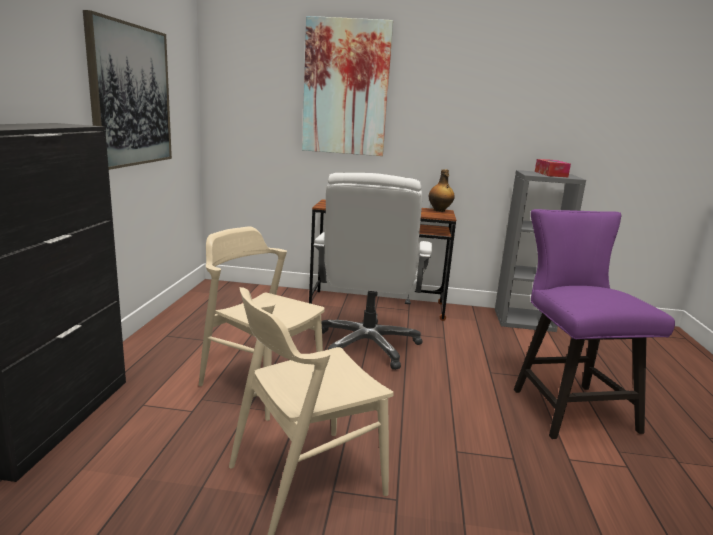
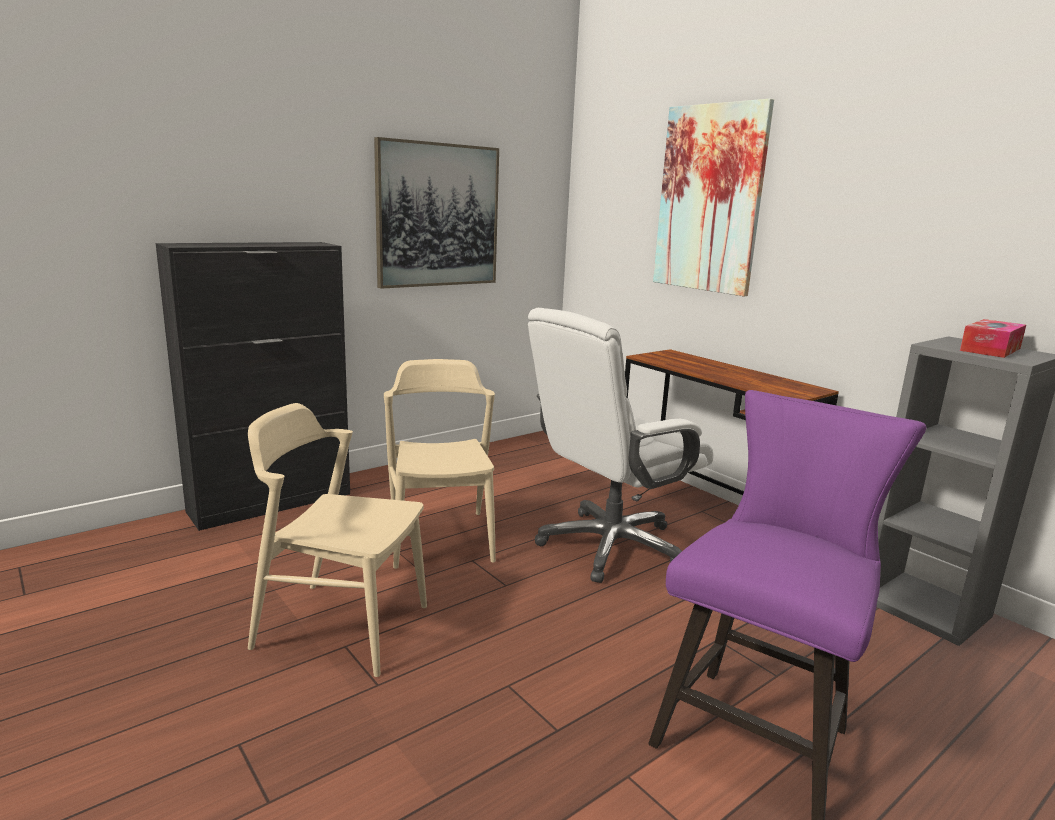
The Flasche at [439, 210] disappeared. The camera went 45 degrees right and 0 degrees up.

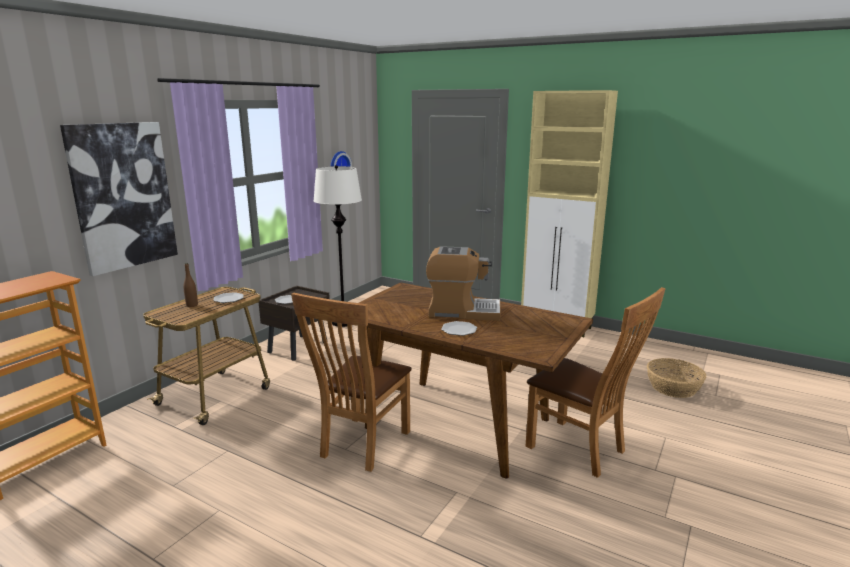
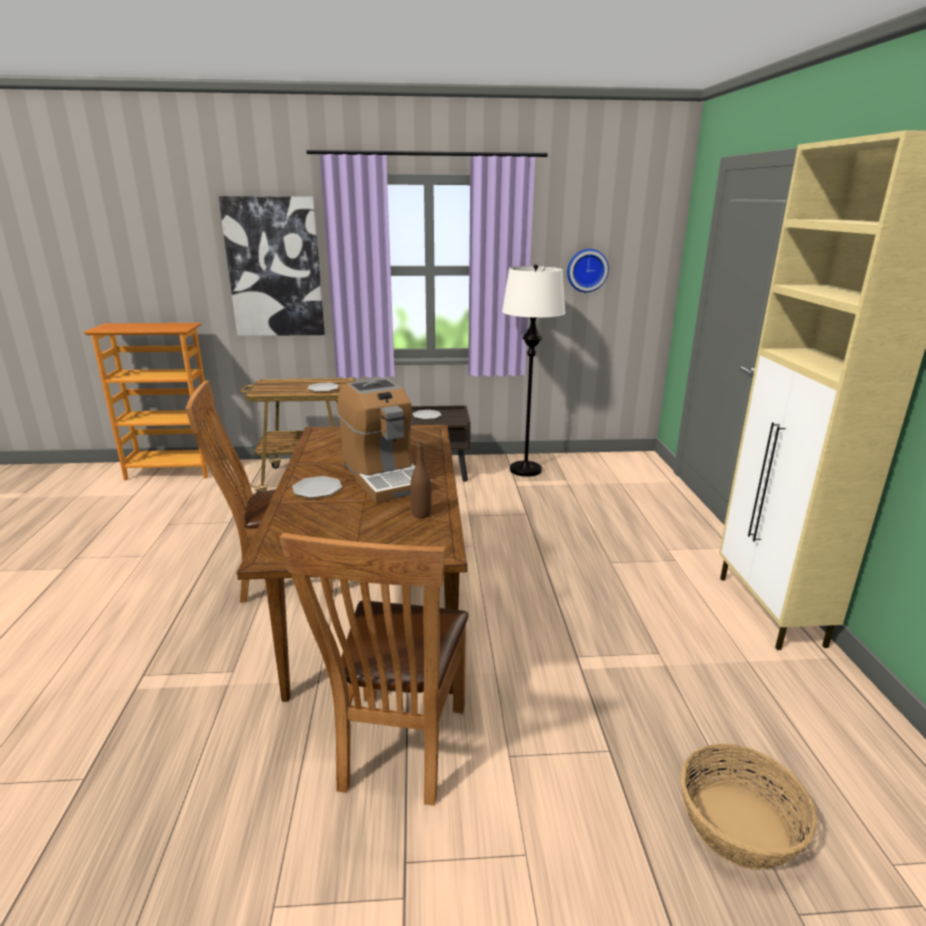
The Flasche (braun) moved from [192, 305] to [421, 514]. The camera went 55 degrees right and 5 degrees up.

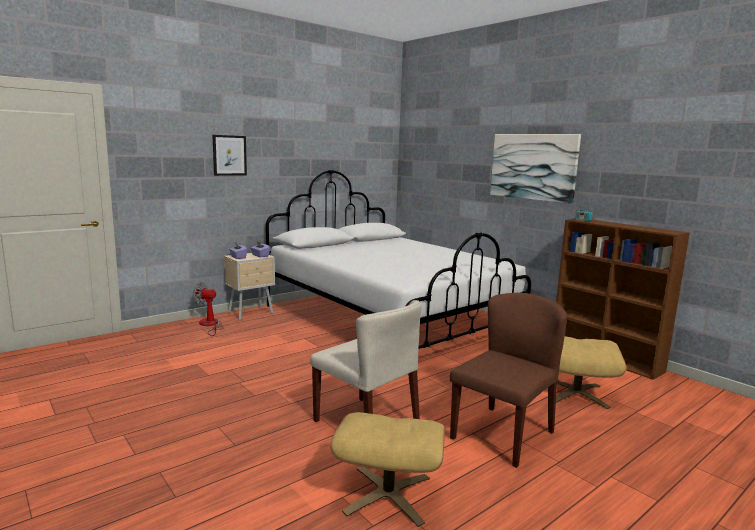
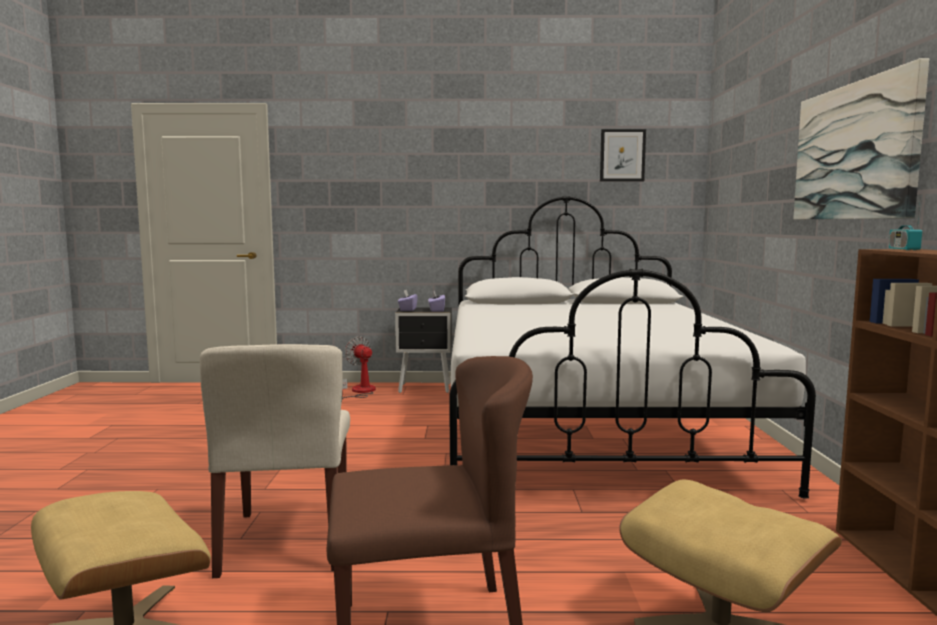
The Bild moved from [229, 155] to [622, 155]. The Nachttisch (beige) at [252, 313] became the Nachttisch (schwarz) at [426, 388]. The camera went 40 degrees right and 5 degrees down.

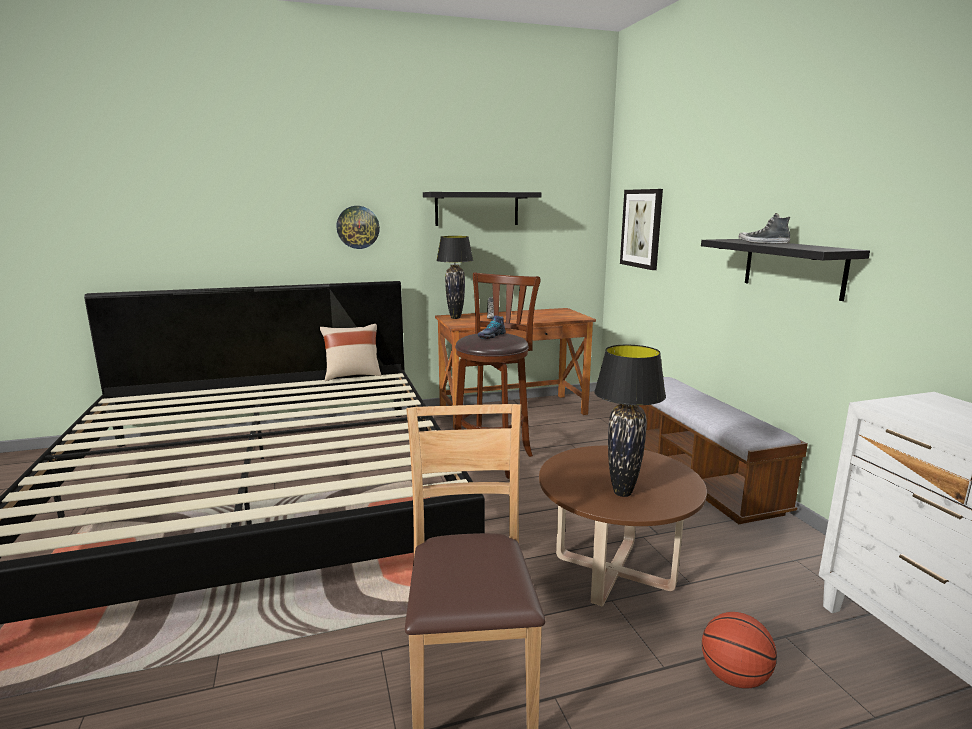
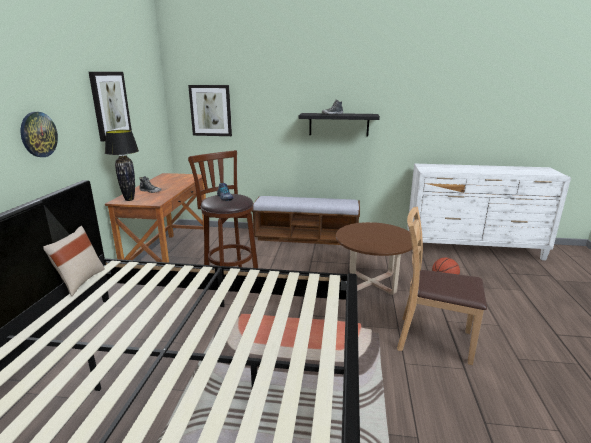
The Tischlampe (schwarz) at [623, 493] disappeared. The Wandregal (schwarz) at [477, 209] was replaced by the Bild at [110, 105]. The camera went 65 degrees left and 5 degrees up.

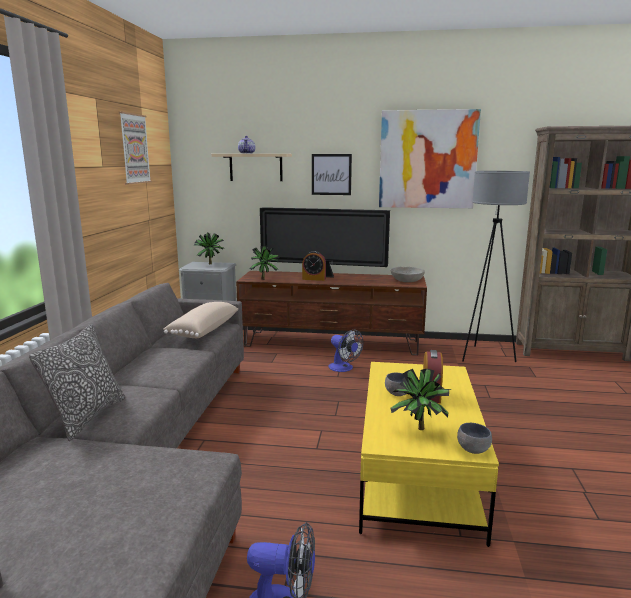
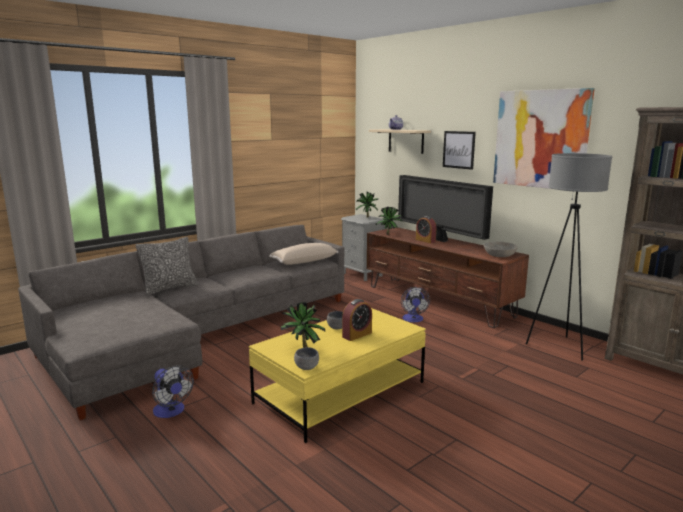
The Bild at [134, 149] disappeared. The camera went 40 degrees right and 0 degrees up.

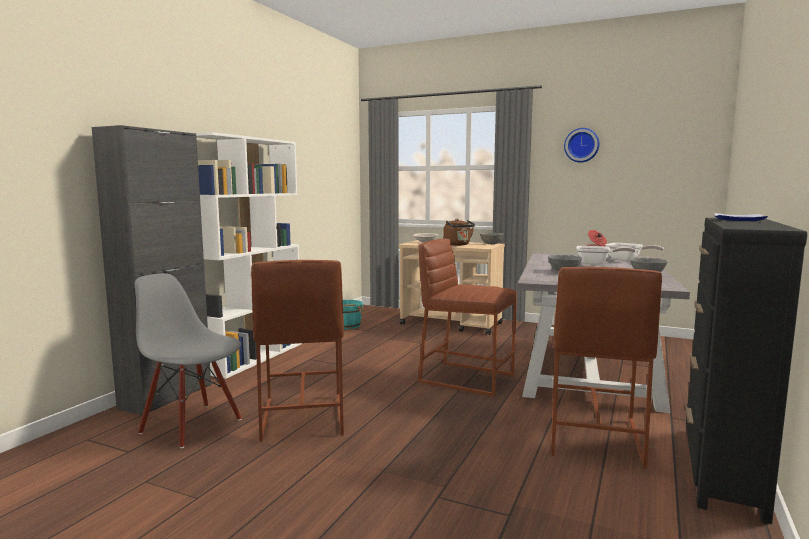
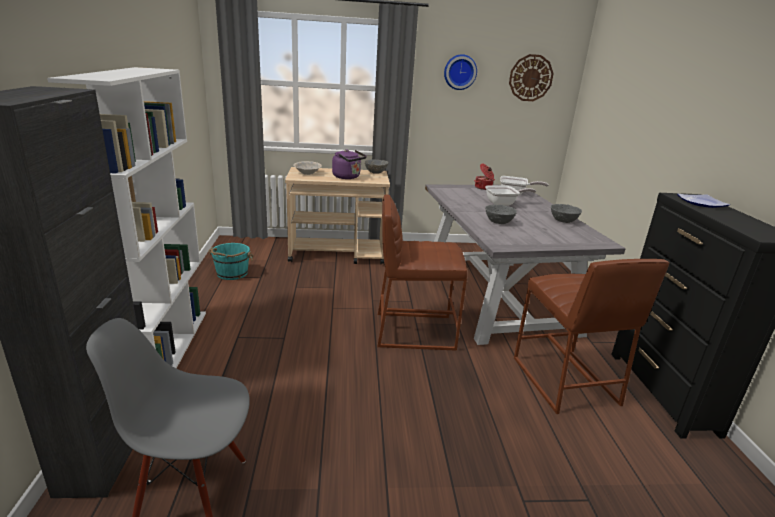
The Hocker (braun) at [302, 417] disappeared. The Wanduhr at [530, 78] appeared. The Wasserkessel (braun) at [458, 245] became the Wasserkessel (lila) at [348, 177]. The camera went 30 degrees left and 15 degrees up.

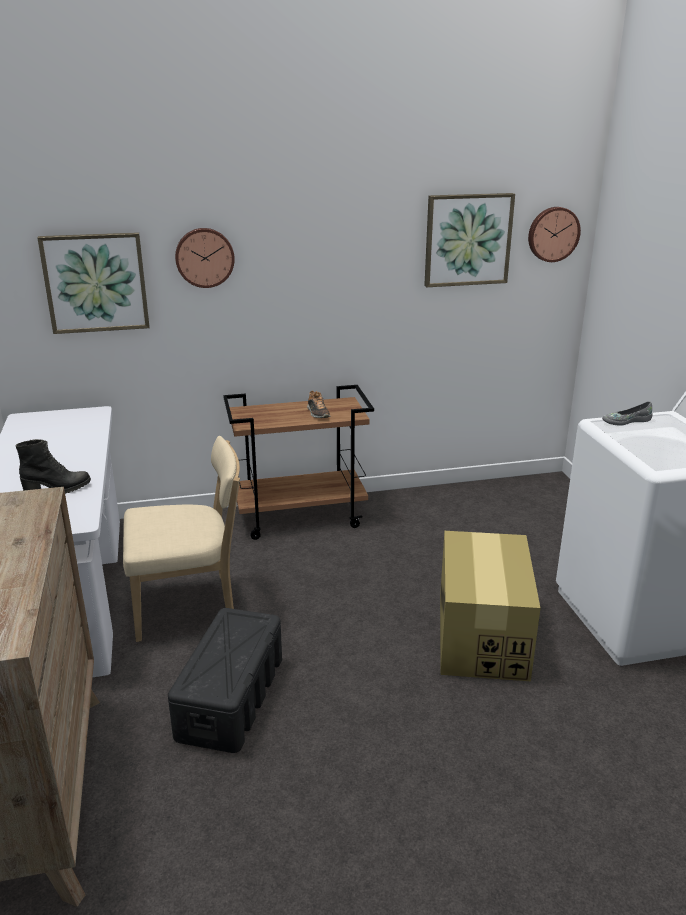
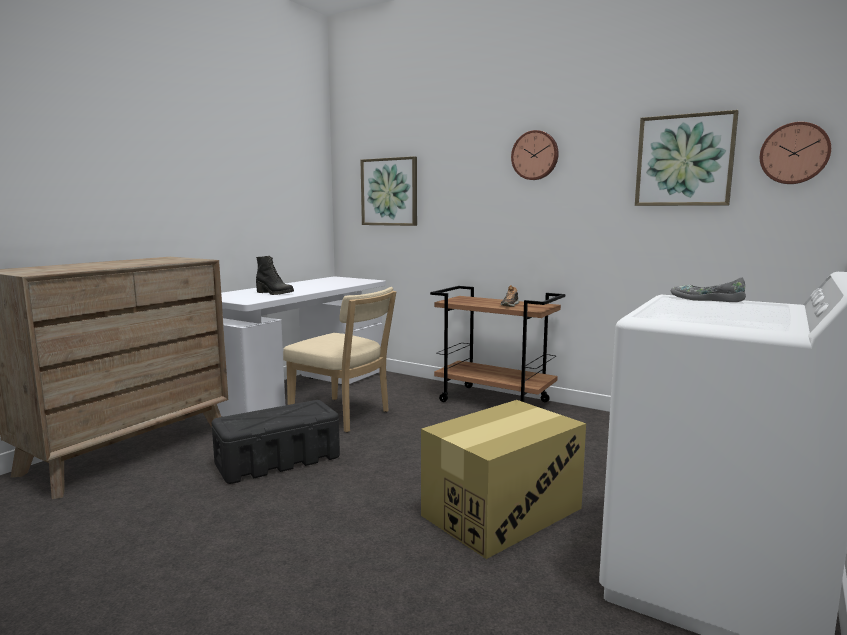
The Wanduhr moved from [204, 257] to [535, 155]. The camera went 45 degrees right and 15 degrees down.

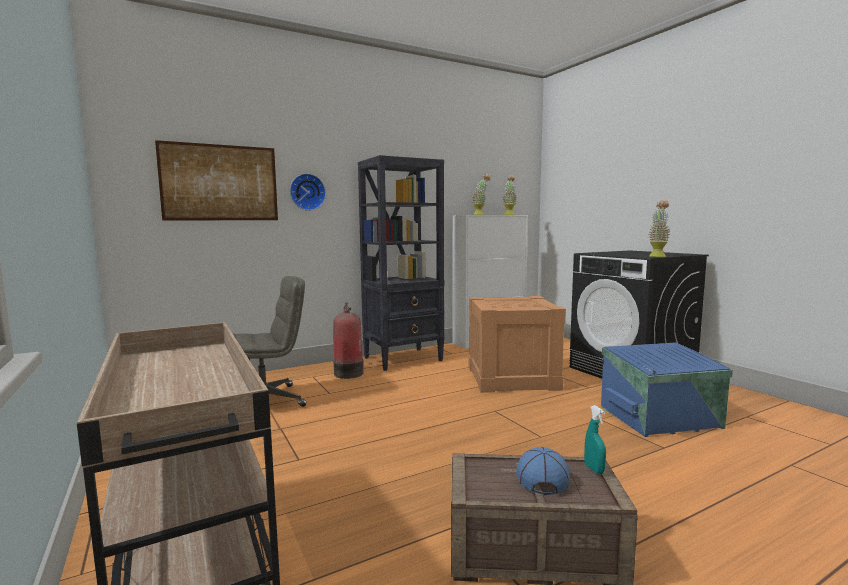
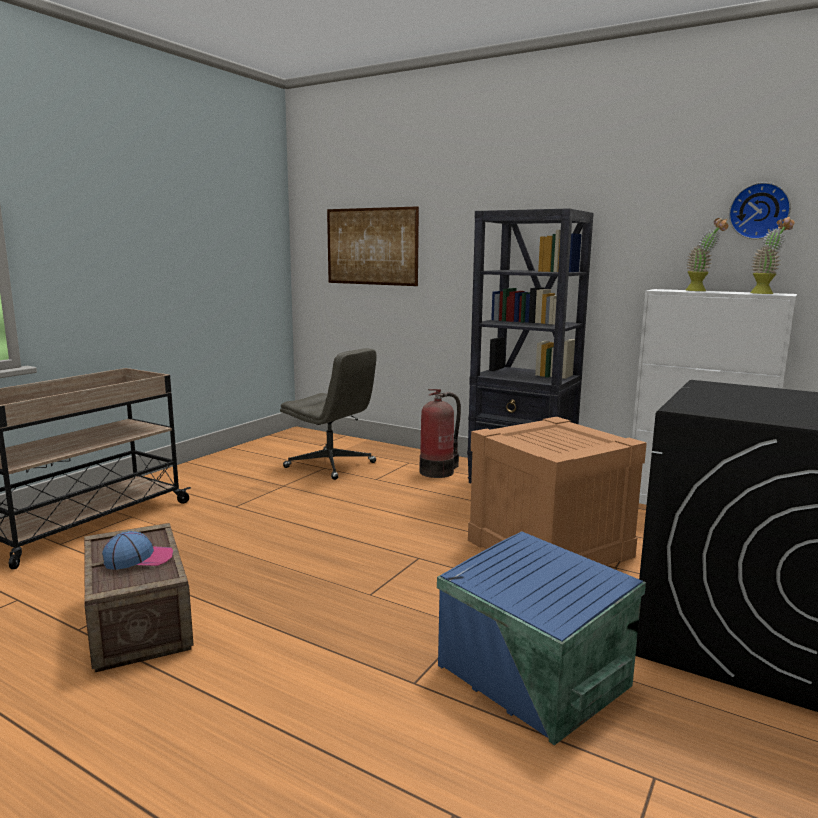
The Sprühflasche (türkis) at [594, 469] disappeared. The Topfpflanze at [657, 256] disappeared. The Wanduhr moved from [307, 192] to [759, 211]. The camera went 60 degrees right and 5 degrees up.

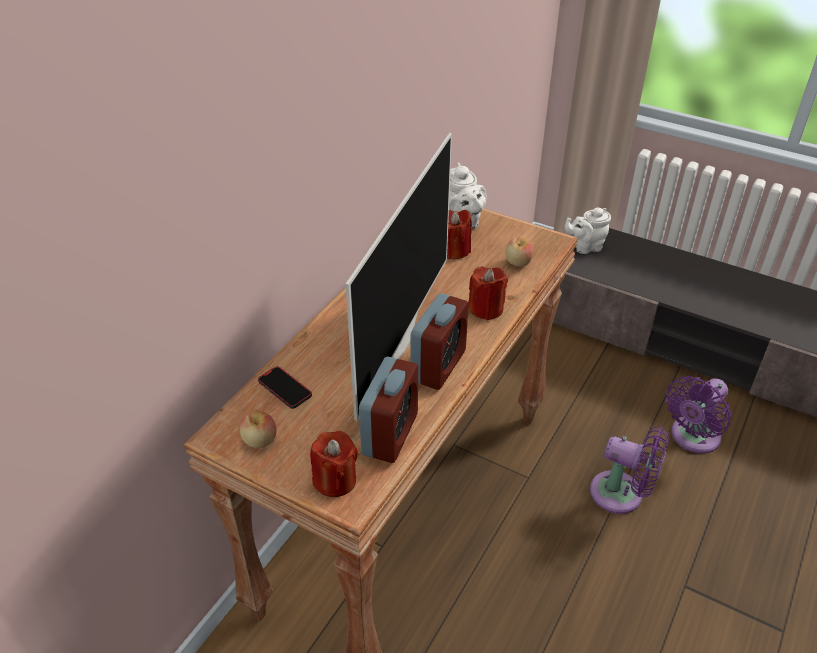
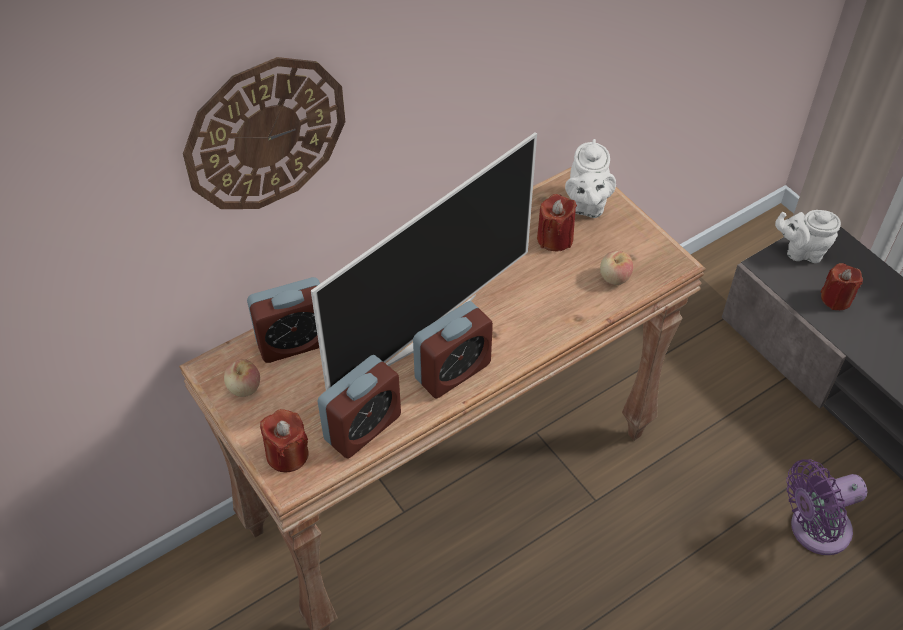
The Ventilator (lila) at [622, 495] disappeared. The Wanduhr at [265, 134] appeared. The Kerze (rot) moved from [486, 309] to [836, 299]. The Handy at [285, 389] was replaced by the Wecker at [294, 342]. The camera went 25 degrees right and 10 degrees up.

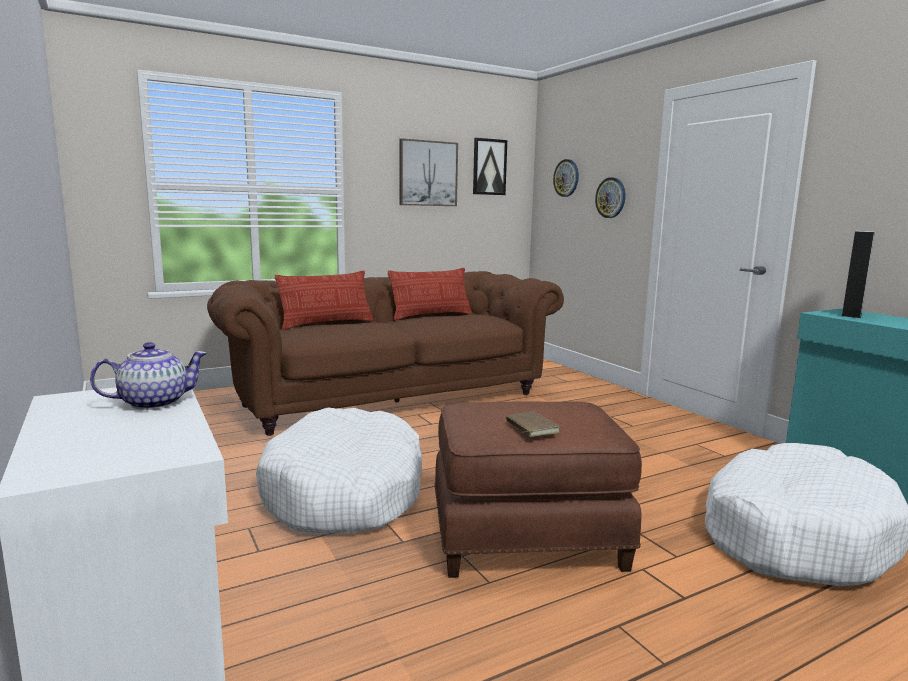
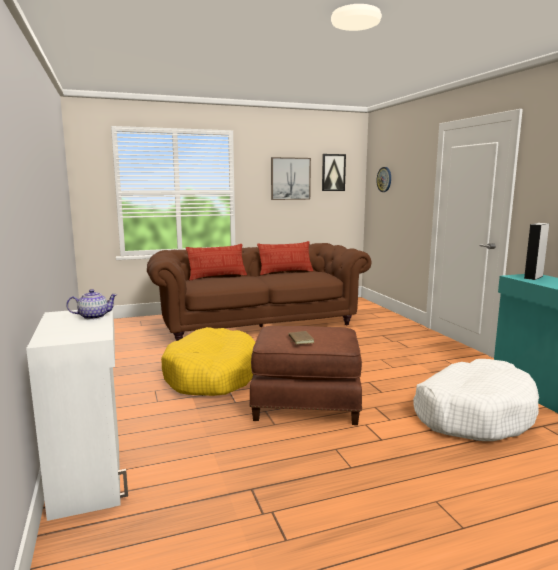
The Wanduhr at [611, 197] disappeared. The Hundebett (weiß) at [345, 492] became the Hundebett (gelb) at [212, 376]. The camera went 10 degrees right and 0 degrees up.

